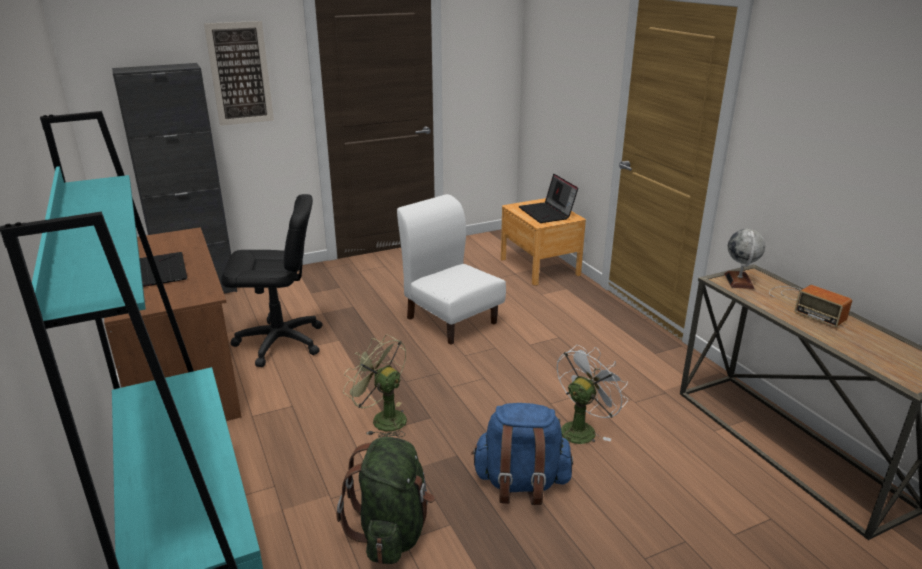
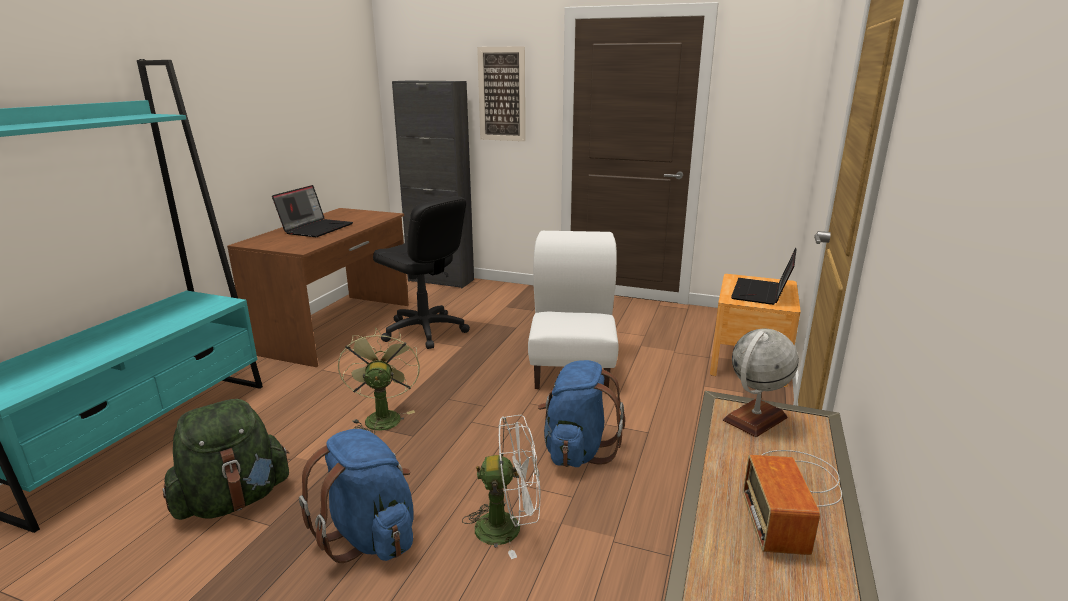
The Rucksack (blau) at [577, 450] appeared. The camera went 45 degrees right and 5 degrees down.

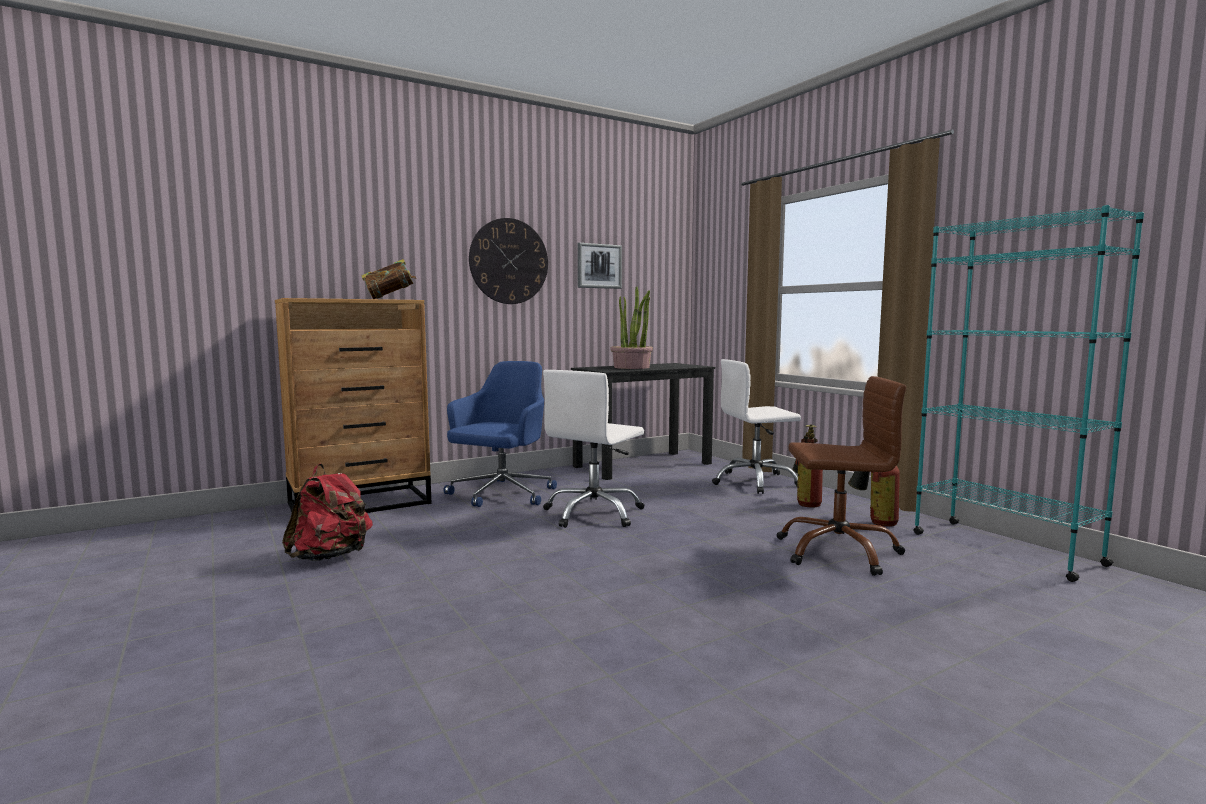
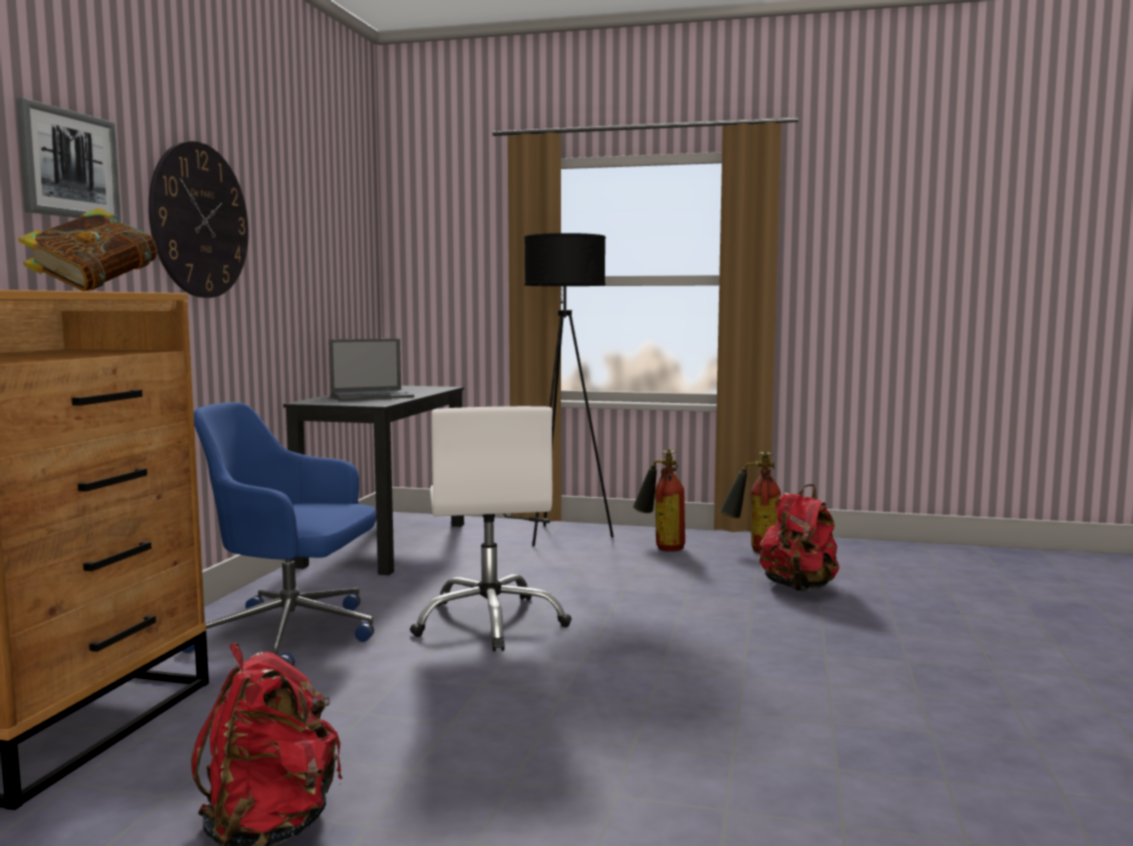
The Bücherregal (türkis) at [1004, 548] disappeared. The Bild moved from [599, 266] to [69, 164]. The Topfpflanze at [632, 367] was replaced by the Laptop at [372, 396]. The Bürostuhl (weiß) at [755, 482] was replaced by the Stehlampe (schwarz) at [564, 536]. The Bürostuhl (braun) at [838, 551] was replaced by the Rucksack (rot) at [798, 588]. The Bürostuhl (blau) at [501, 495] turned 60 degrees counterclockwise. The camera went 45 degrees left and 0 degrees up.

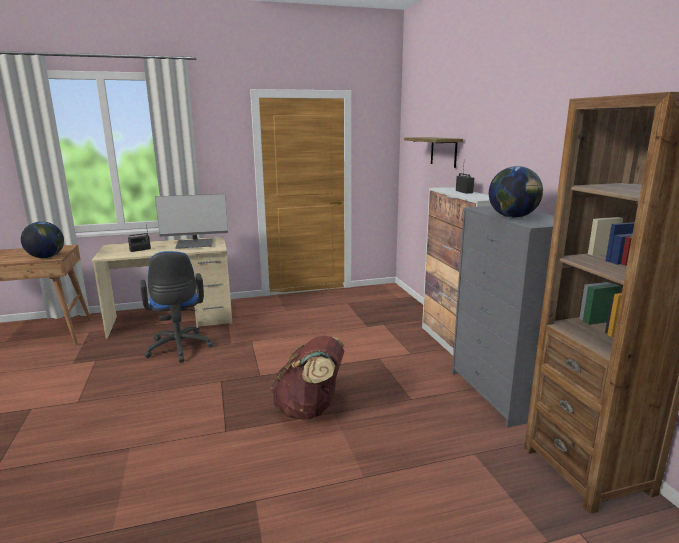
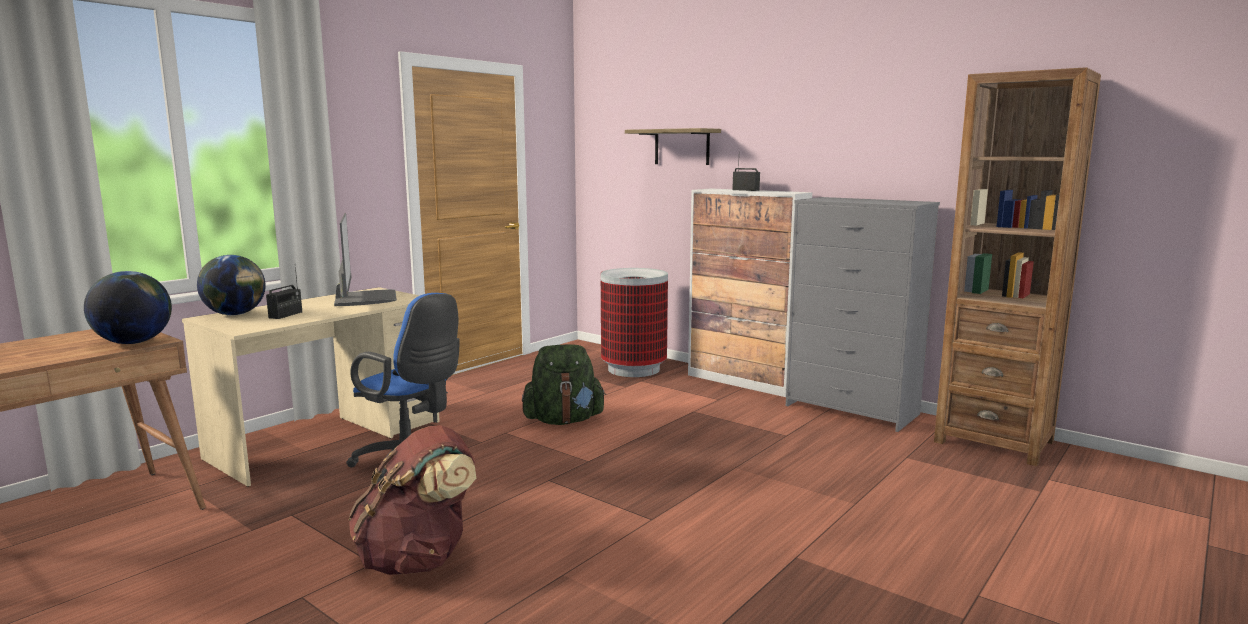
The Rucksack (grün) at [564, 420] appeared. The Mülleimer at [634, 369] appeared. The Rucksack (braun) moved from [310, 409] to [418, 559]. The Globus moved from [513, 217] to [235, 314]. The Monitor at [194, 244] turned 60 degrees counterclockwise. The camera went 35 degrees left and 5 degrees down.

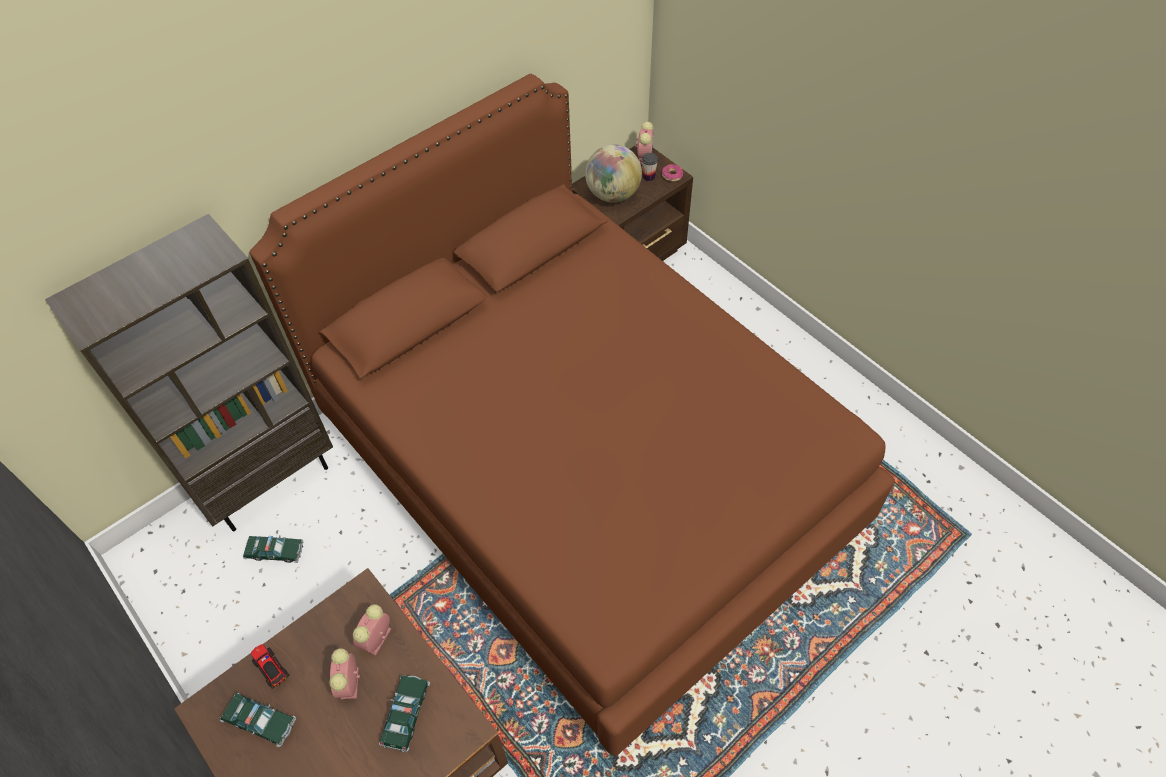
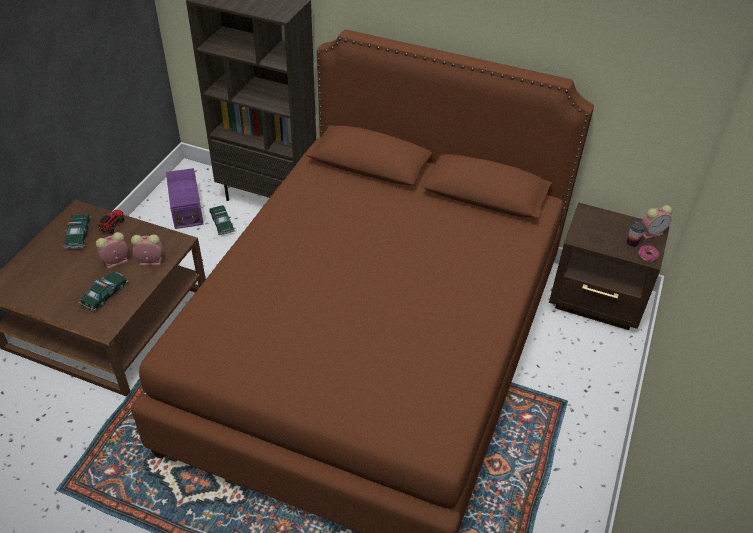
The Globus at [613, 194] disappeared. The Aufbewahrungsbox (lila) at [187, 208] appeared. The Spielzeugauto at [406, 714] turned 45 degrees counterclockwise. The camera went 60 degrees right and 10 degrees down.

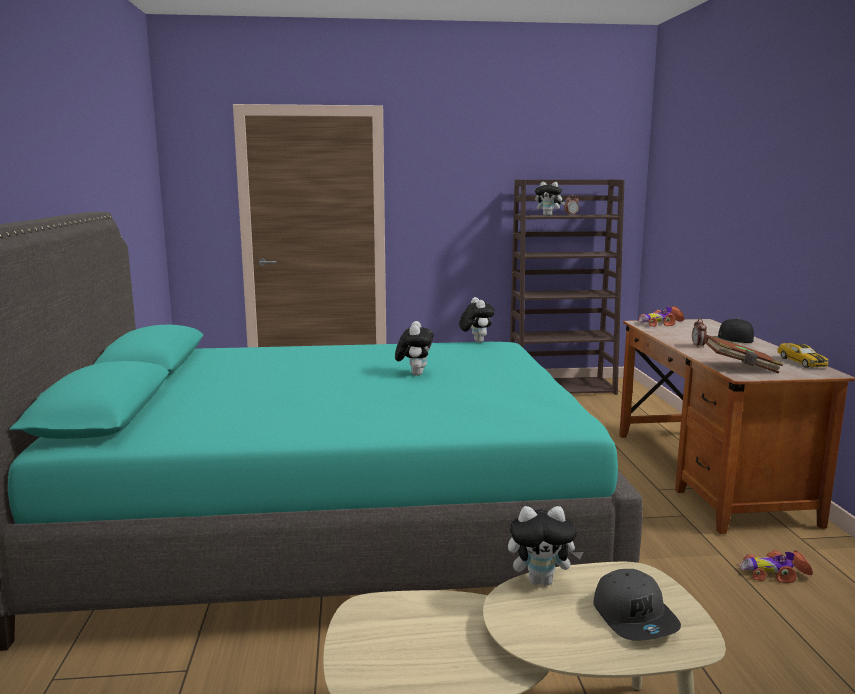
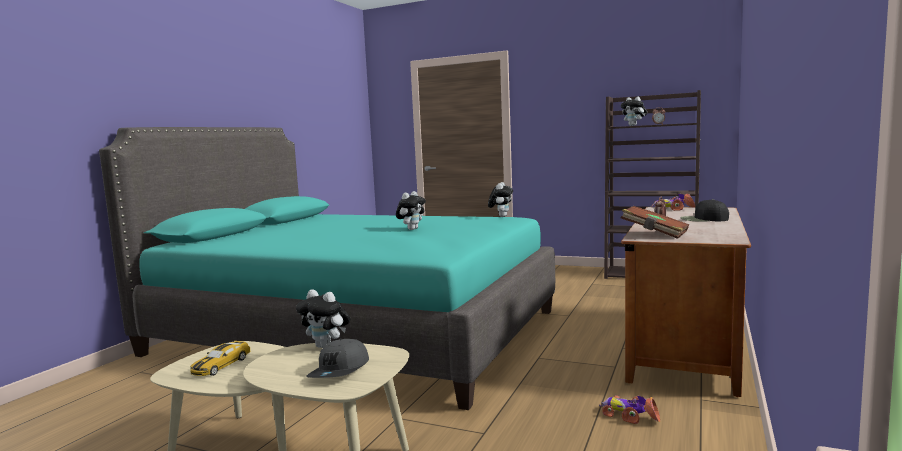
The Spielzeugauto moved from [802, 362] to [221, 365]. The camera went 30 degrees right and 5 degrees down.

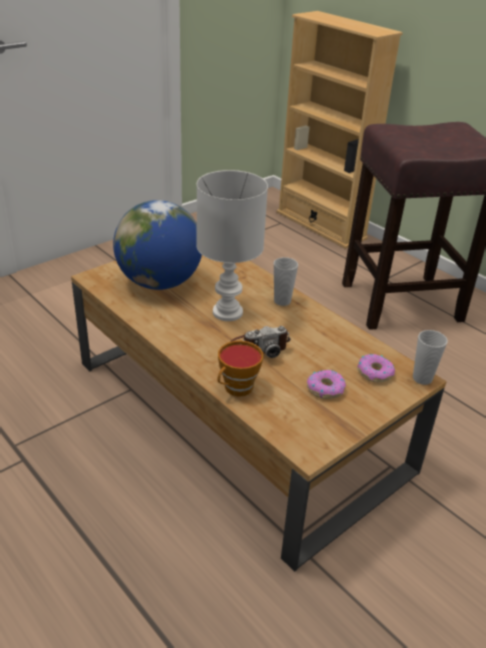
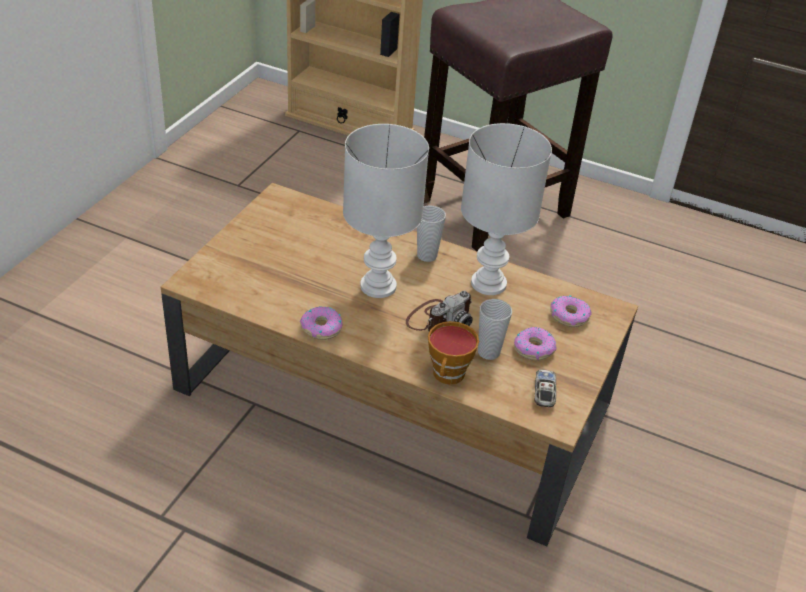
The Globus at [159, 282] disappeared. The Donut at [321, 328] appeared. The Tischlampe (weiß) at [489, 283] appeared. The Spielzeugauto at [544, 392] appeared. The Tasse moved from [422, 378] to [488, 352]. The camera went 25 degrees left and 5 degrees up.

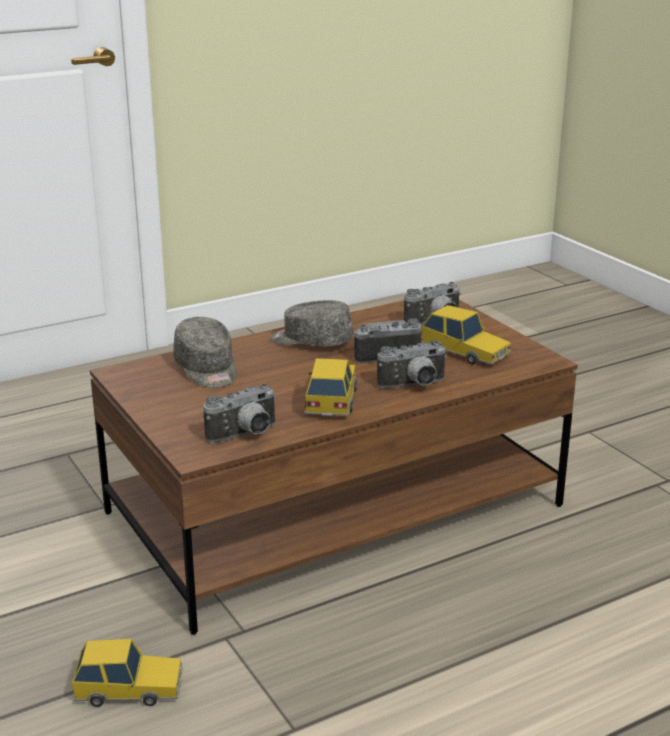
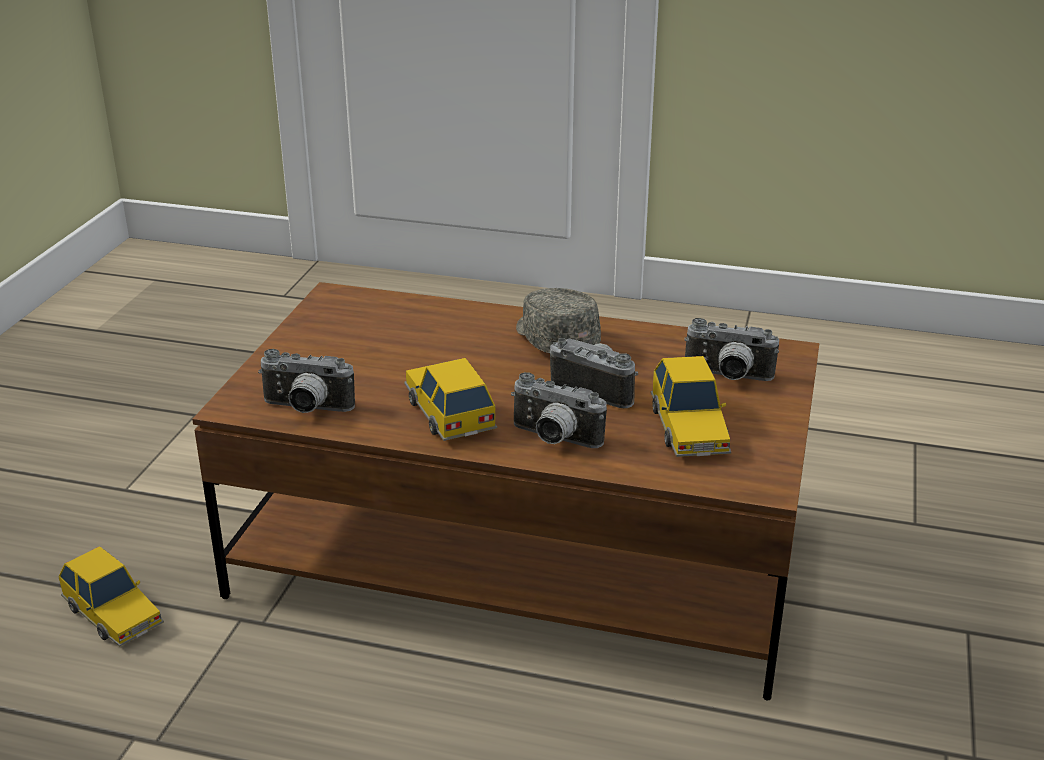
The Kappe (grau) at [207, 369] disappeared. The Spielzeugauto at [331, 399] turned 75 degrees counterclockwise. The camera went 45 degrees right and 5 degrees up.

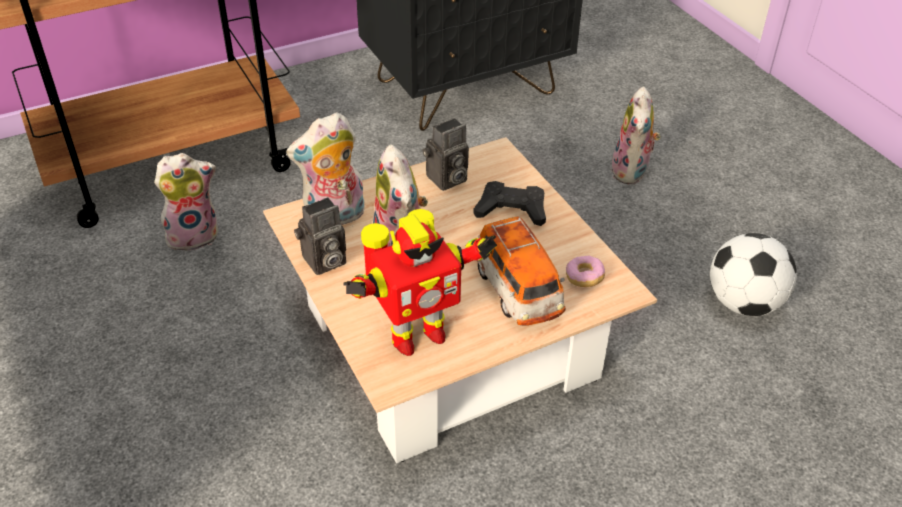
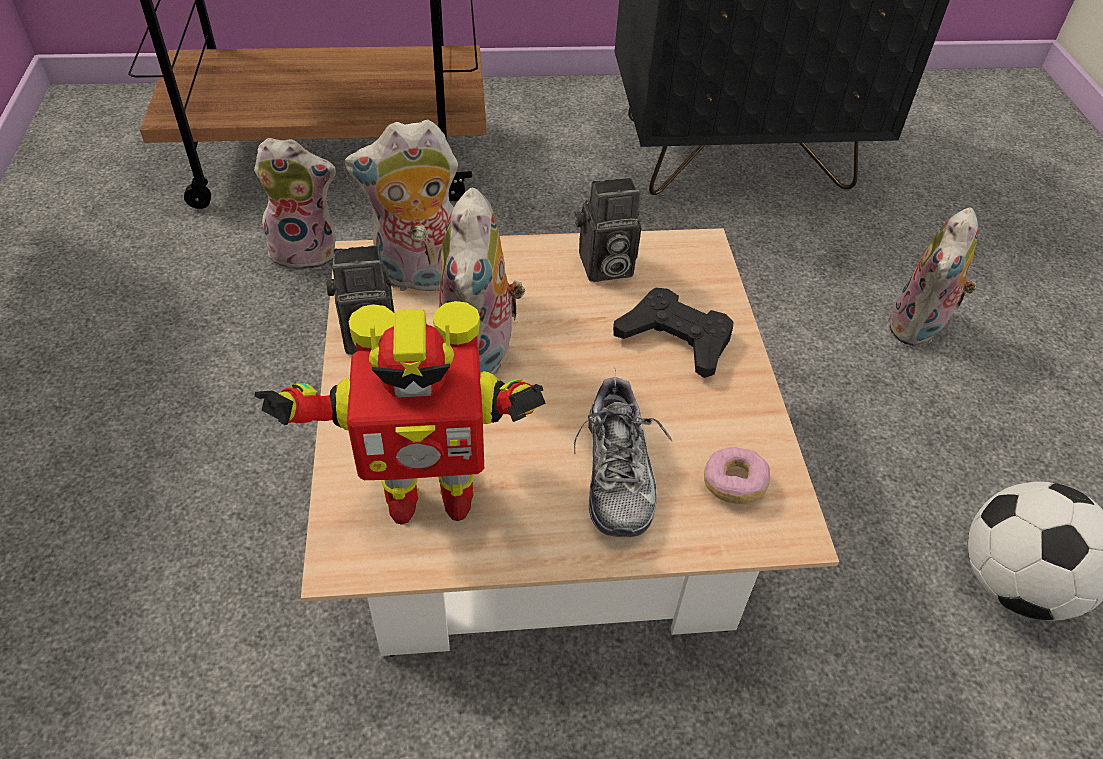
The Spielzeugauto at [517, 291] was replaced by the Schuh at [617, 473]. The camera went 20 degrees right and 5 degrees up.

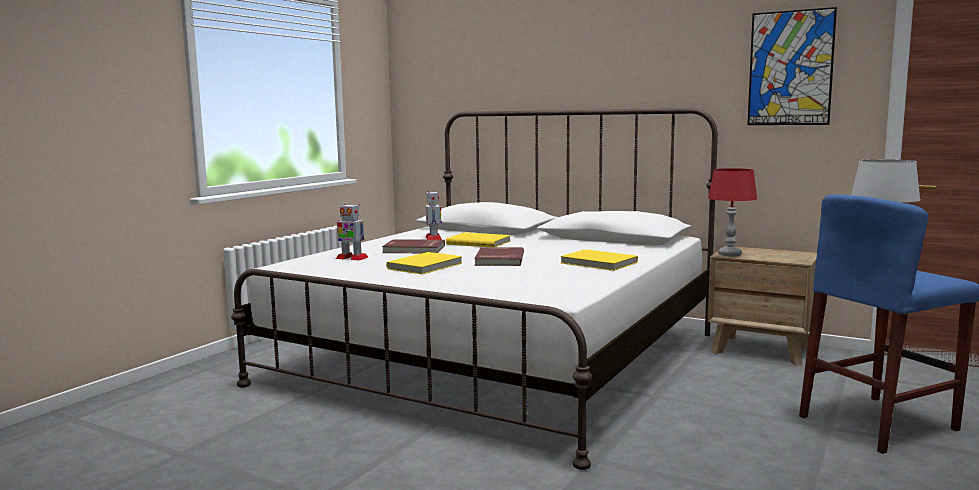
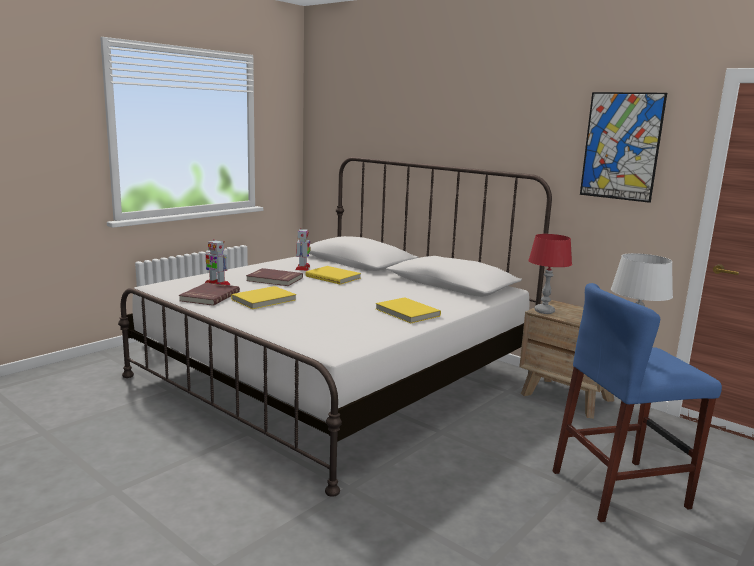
The Buch (rot) moved from [498, 259] to [209, 296]. The camera went 10 degrees right and 5 degrees up.

